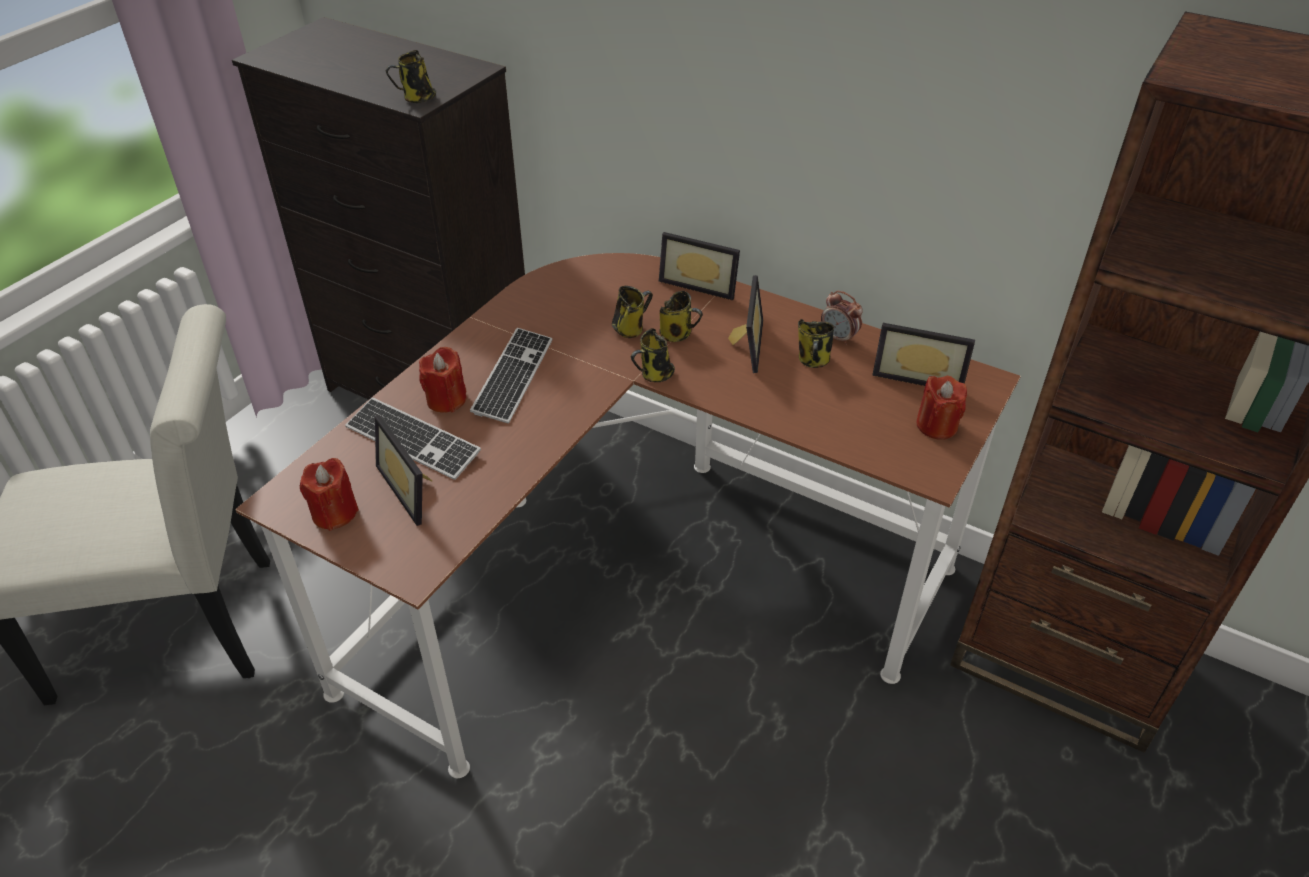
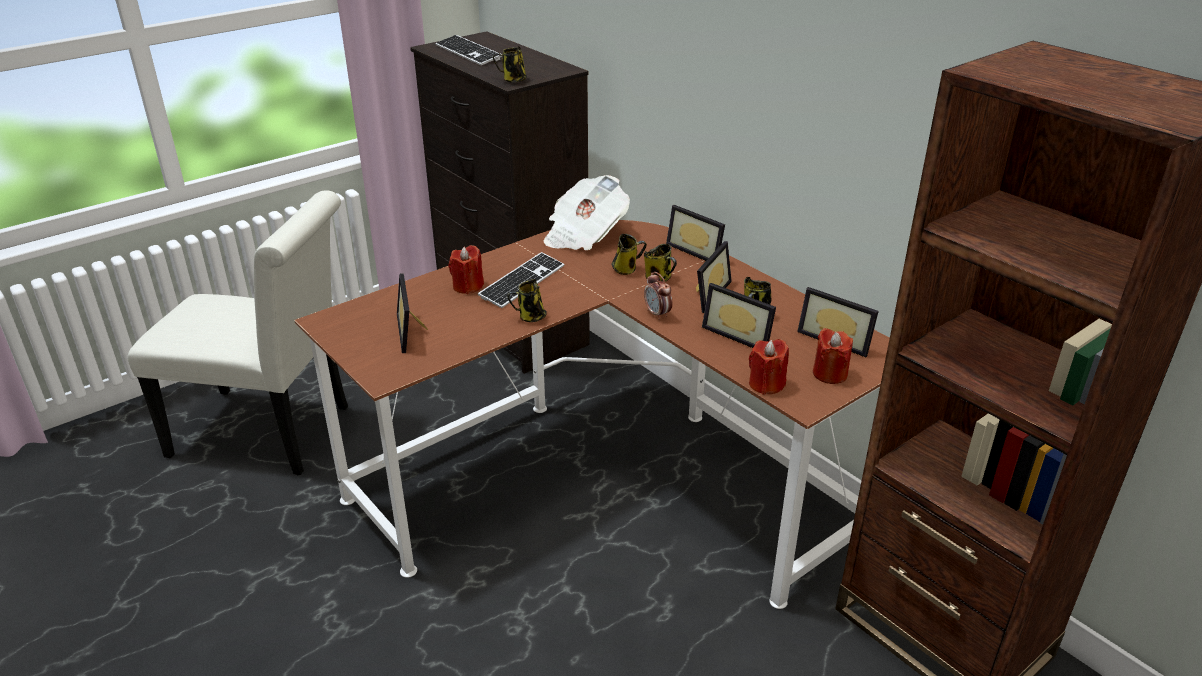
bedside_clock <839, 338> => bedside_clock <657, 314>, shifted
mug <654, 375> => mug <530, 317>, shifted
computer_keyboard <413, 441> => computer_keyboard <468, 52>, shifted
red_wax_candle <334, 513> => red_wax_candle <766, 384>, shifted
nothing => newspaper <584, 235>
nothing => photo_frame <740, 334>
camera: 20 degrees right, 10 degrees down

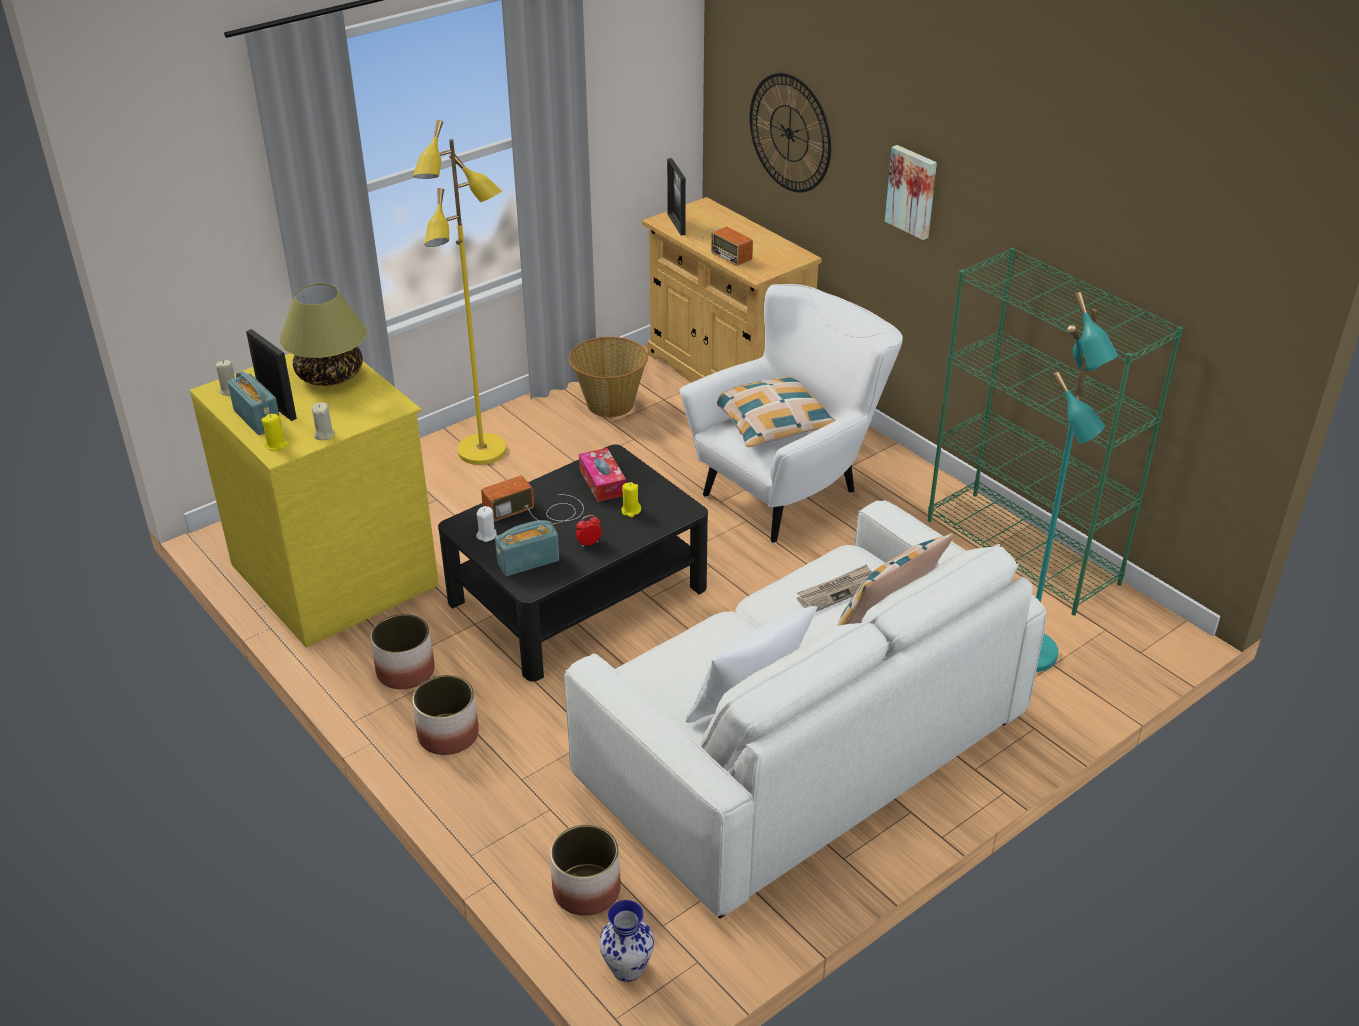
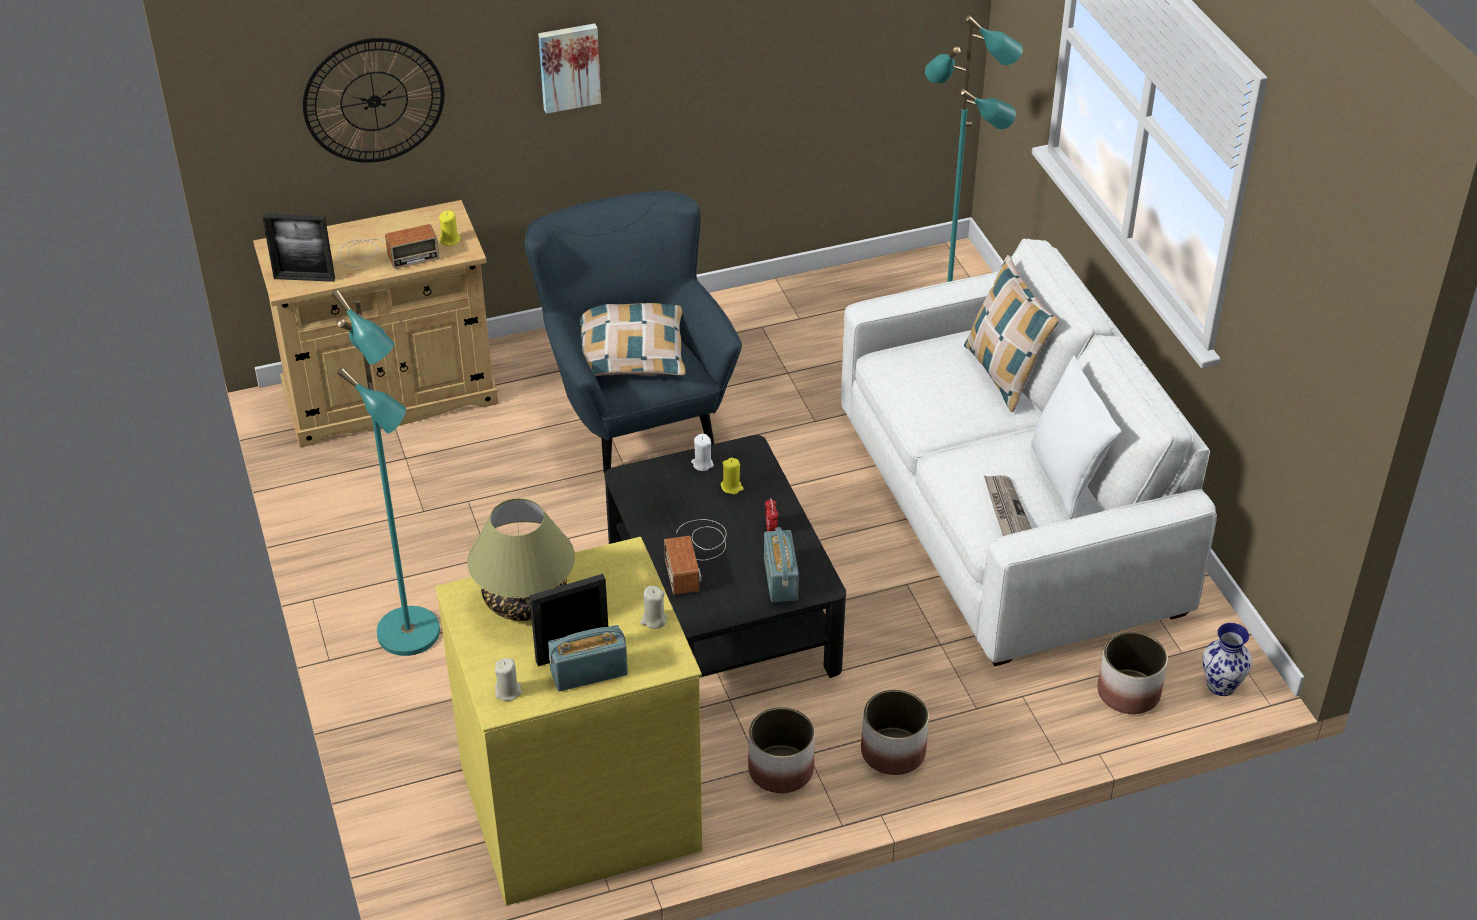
yellowish_standard_lamp <482, 451> => blue-green_standard_lamp <411, 632>
greenish_shelving_unit <1023, 552> => nothing
white-coloured_easy_chair <789, 490> => bluish_easy_chair <634, 411>
household_basket <609, 404> => nothing
yellowish_wax_candle <276, 445> => yellowish_wax_candle <450, 240>, shifted
box_of_tissues <602, 482> => nothing
white-coloured_wax_candle <487, 535> => white-coloured_wax_candle <702, 464>, shifted
newspaper <838, 591> => newspaper <1006, 509>, shifted
camera: 70 degrees left, 5 degrees up

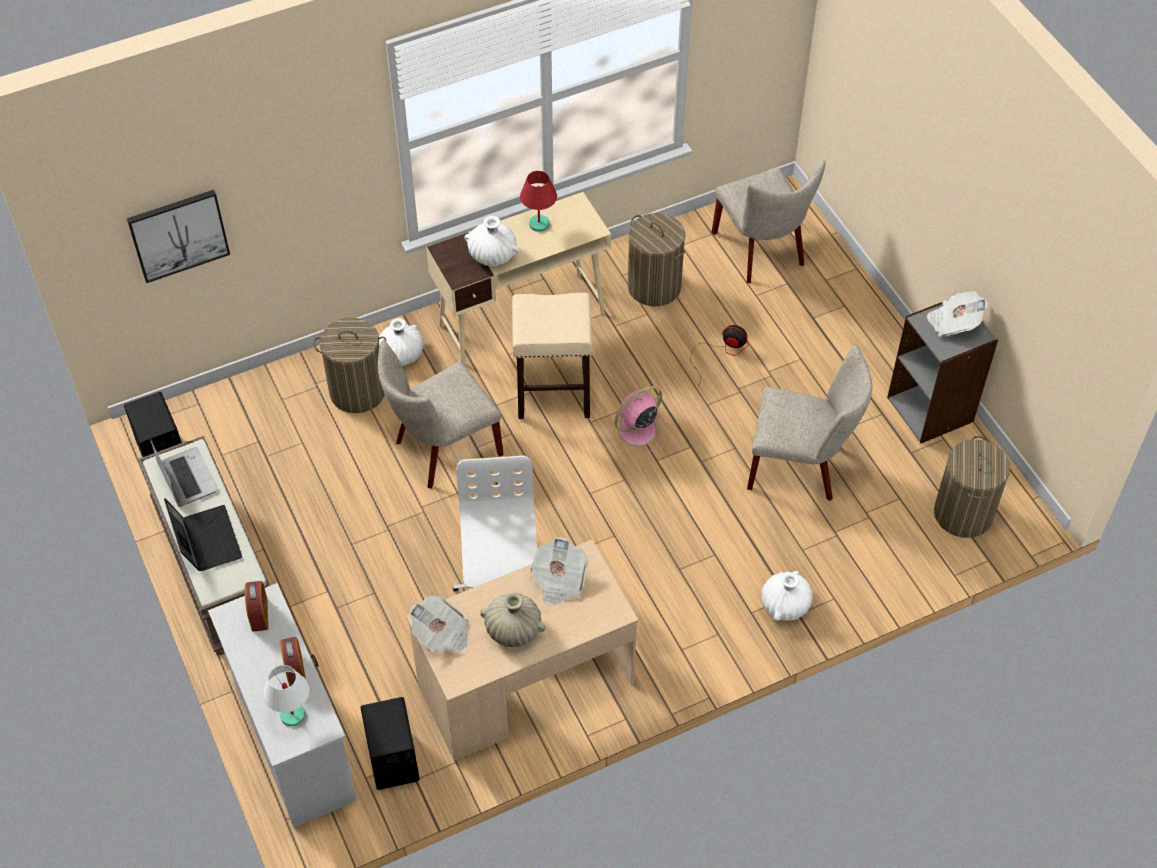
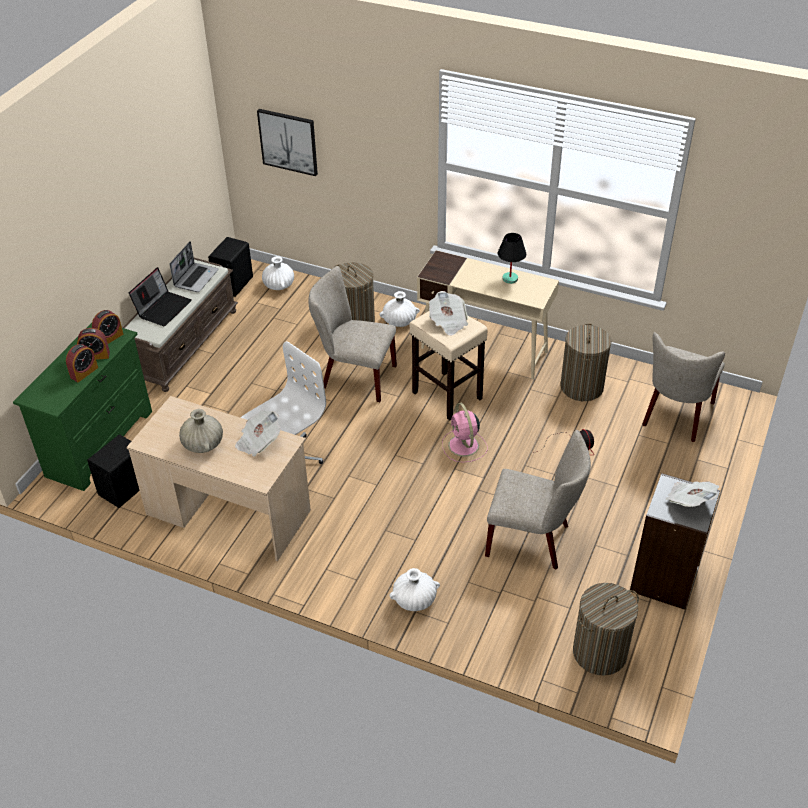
red_table_lamp <539, 224> => black_table_lamp <510, 279>
white-coloured_decorative_vase <492, 255> => white-coloured_decorative_vase <279, 285>, shifted
sand-coloured_chair <801, 466> => sand-coloured_chair <533, 540>, 45 degrees counterclockwise
pinkish_electric_fan <636, 432> => pinkish_electric_fan <464, 446>, 120 degrees counterclockwise
white-coloured_chest_of_drawers <295, 742> => greenish_chest_of_drawers <100, 443>
newspaper <442, 635> => newspaper <448, 322>, shifted
white-coloured_table_lamp <292, 714> => nothing
nothing => bedside_clock <95, 355>
camera: 50 degrees right, 10 degrees down

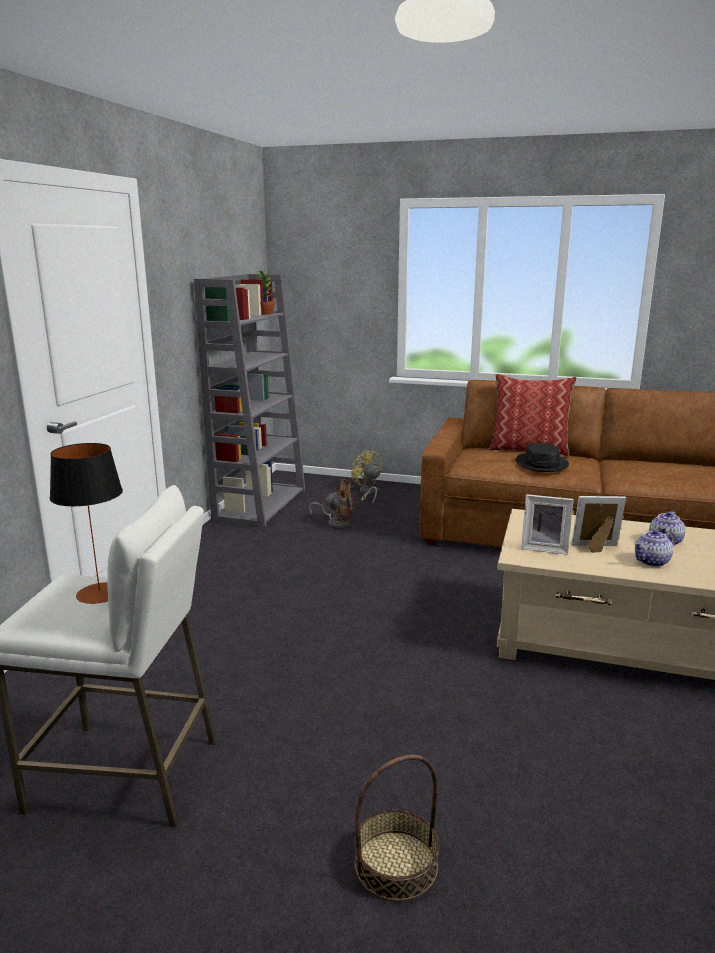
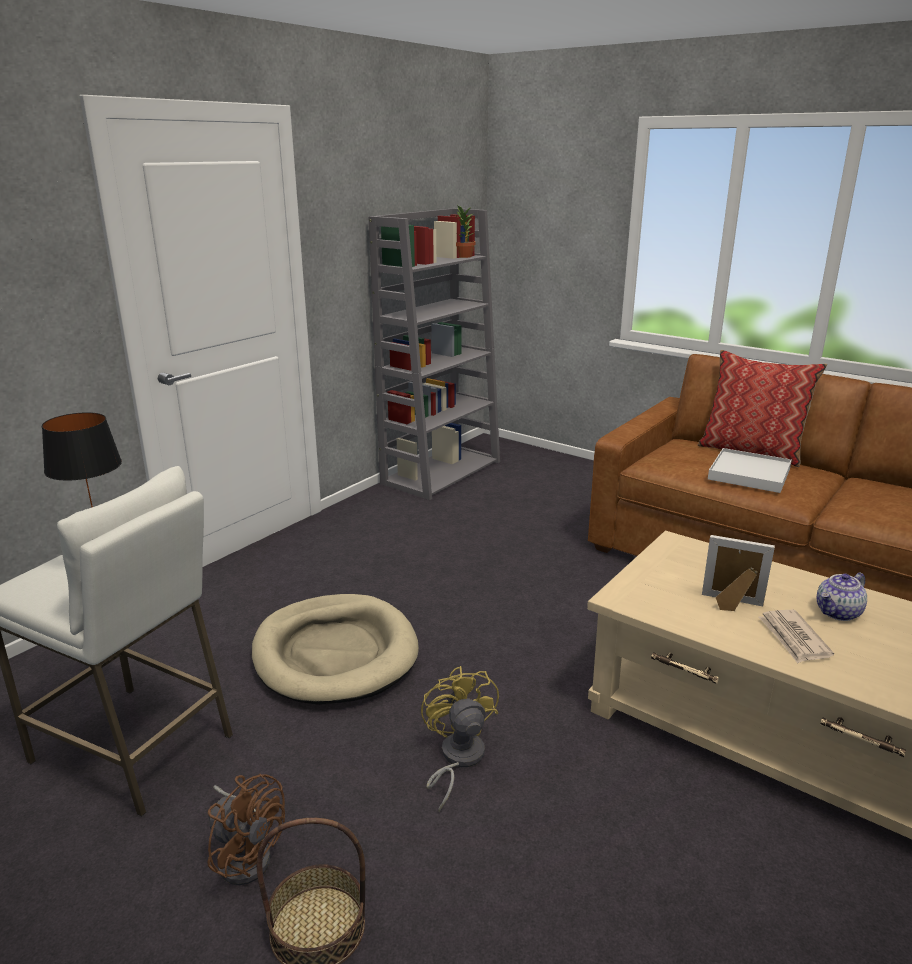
black_hat <542, 463> => white-coloured_carrying_tray <749, 474>
yellowish_electric_fan <368, 493> => yellowish_electric_fan <457, 759>, shifted
brown_electric_fan <336, 523> => brown_electric_fan <246, 854>, shifted
photo_frame <544, 548> => nothing
teapot <652, 562> => newspaper <793, 638>
nothing => sand-coloured_dog_cushion <335, 653>
camera: 20 degrees right, 5 degrees up

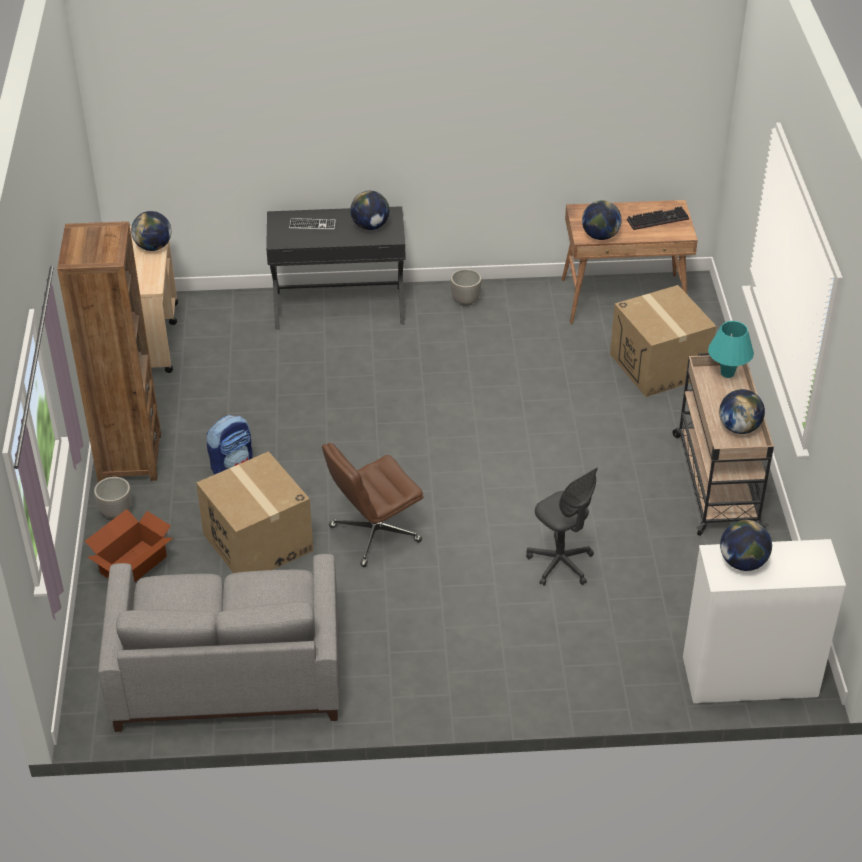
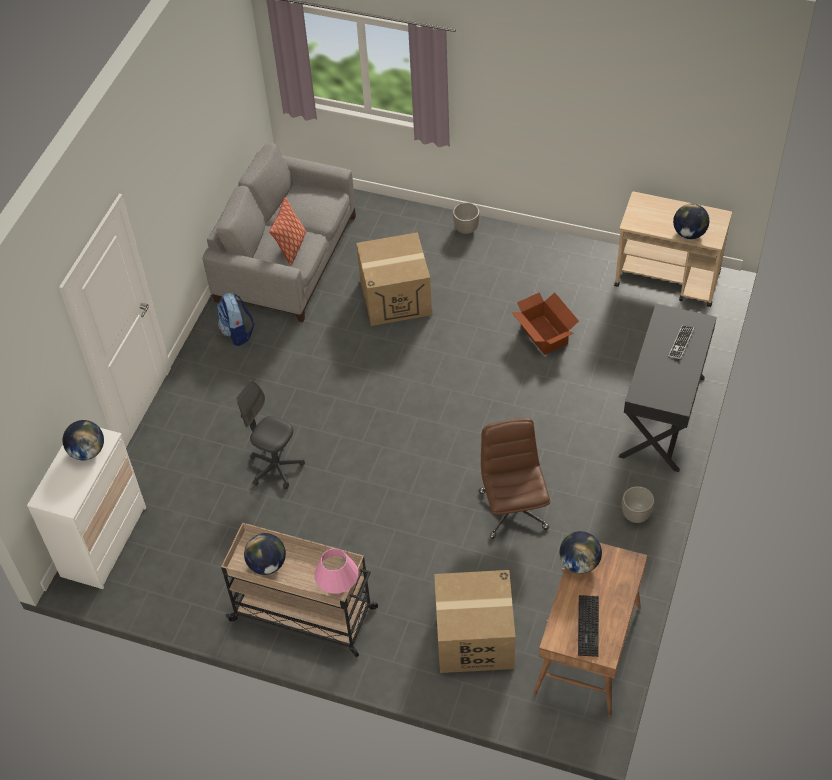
globe <370, 226> => nothing
brown_shelving_unit <129, 458> => nothing
blue-green_table_lamp <727, 373> => pinkish_table_lamp <338, 588>
knapsack <232, 464> => knapsack <238, 333>, shifted
brown_desk_chair <374, 534> => brown_desk_chair <513, 509>, shifted
grey_desk_chair <560, 564> => grey_desk_chair <276, 467>, 45 degrees clockwise
cardboard_box <132, 565> => cardboard_box <544, 334>, shifted
nothing => throw_pillow <291, 247>
camera: 115 degrees right, 10 degrees up

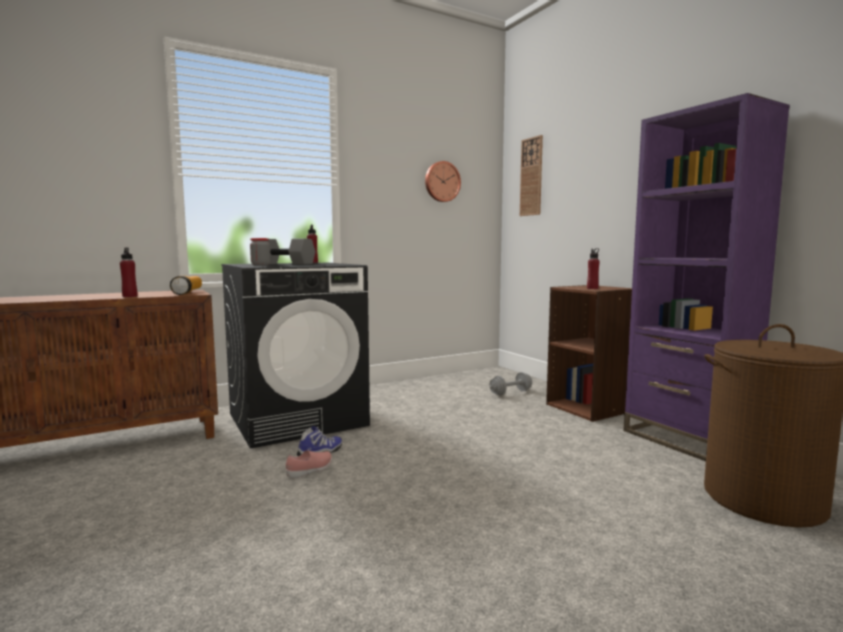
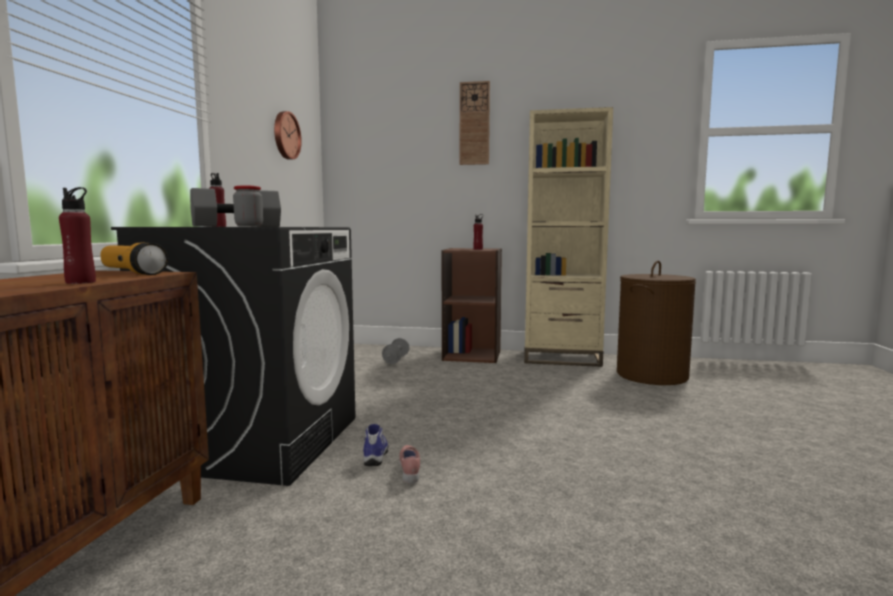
purple_shelving_unit <686, 440> => sand-coloured_shelving_unit <562, 358>
clock_on_the_wall <531, 177> => clock_on_the_wall <474, 123>, shifted
camera: 50 degrees left, 0 degrees up

